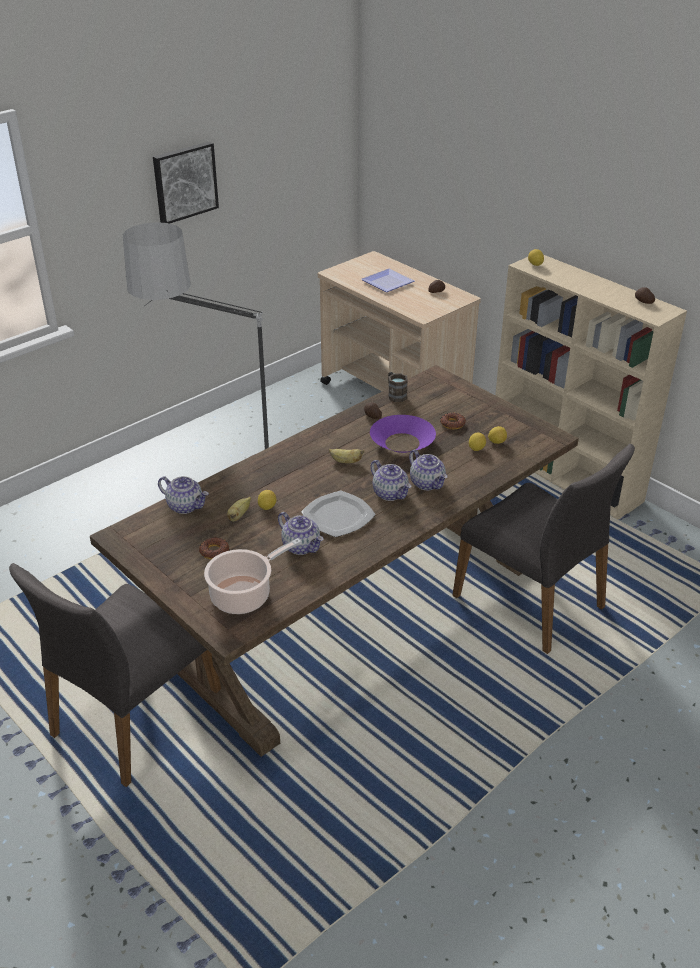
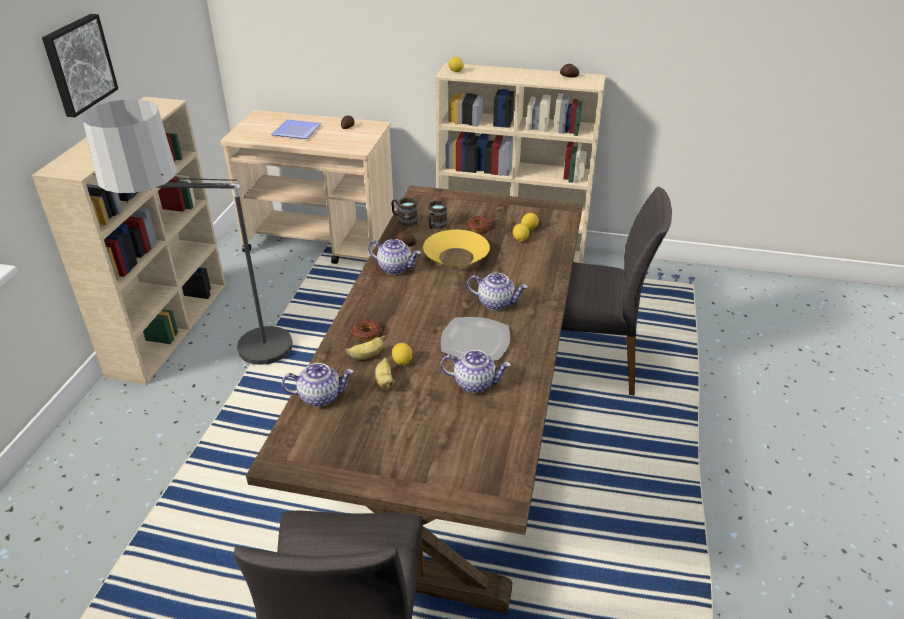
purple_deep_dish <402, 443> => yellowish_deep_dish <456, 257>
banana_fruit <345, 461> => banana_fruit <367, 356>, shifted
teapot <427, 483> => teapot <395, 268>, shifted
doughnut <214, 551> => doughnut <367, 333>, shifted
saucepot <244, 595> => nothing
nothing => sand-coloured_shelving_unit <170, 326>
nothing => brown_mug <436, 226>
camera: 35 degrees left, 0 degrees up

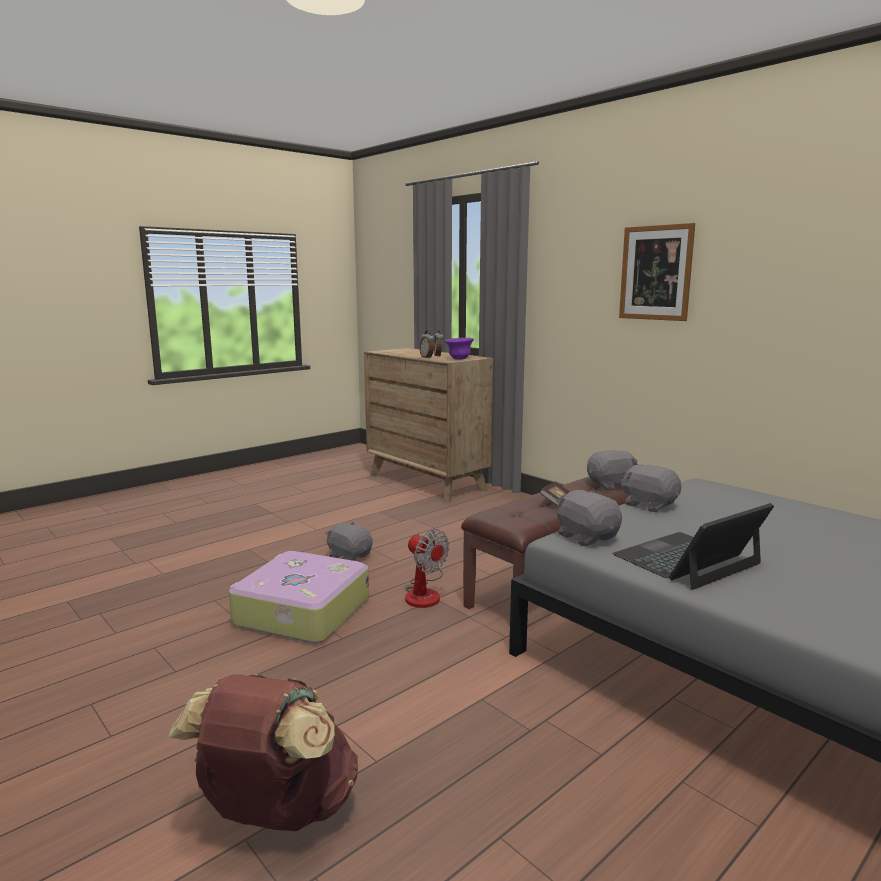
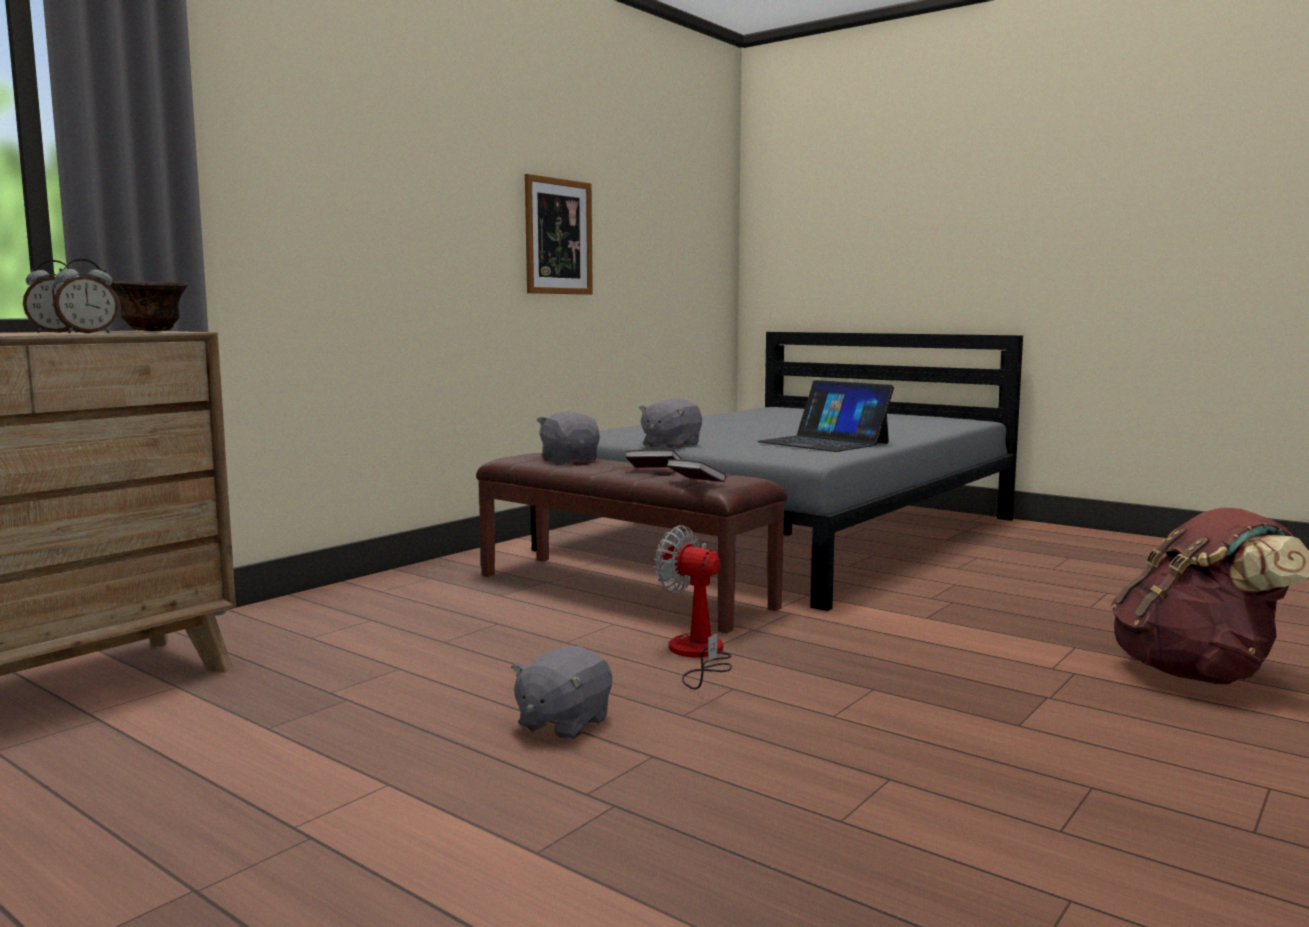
wall_picture <656, 273> => wall_picture <558, 237>, shifted
purple_deep_dish <459, 359> => brown_deep_dish <152, 331>
grey_cuddly_toy <586, 537> => nothing
electric_fan <424, 593> => electric_fan <697, 655>, 90 degrees counterclockwise
suitcase <300, 612> => nothing
nothing => book <695, 483>
camera: 100 degrees left, 5 degrees down

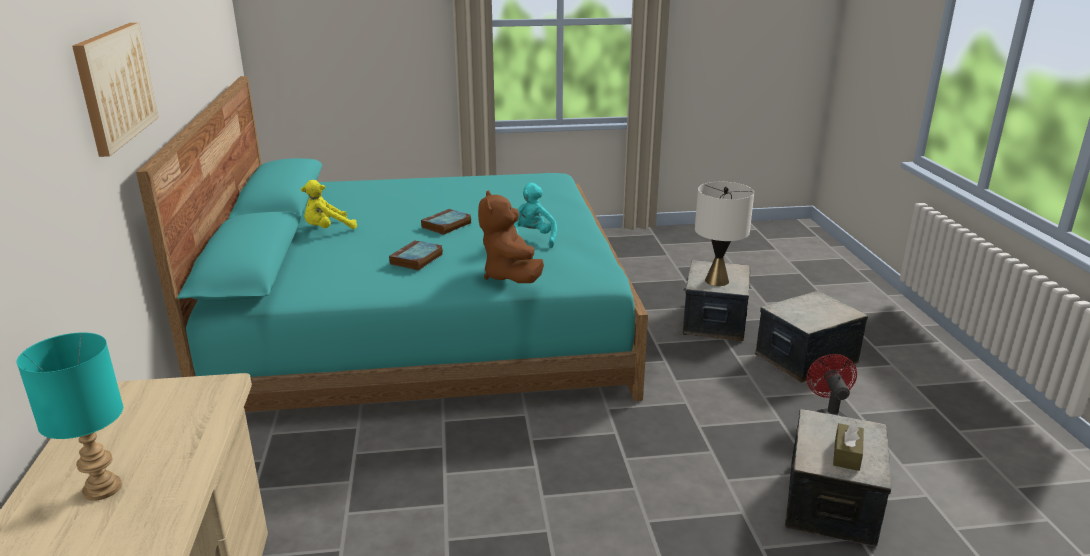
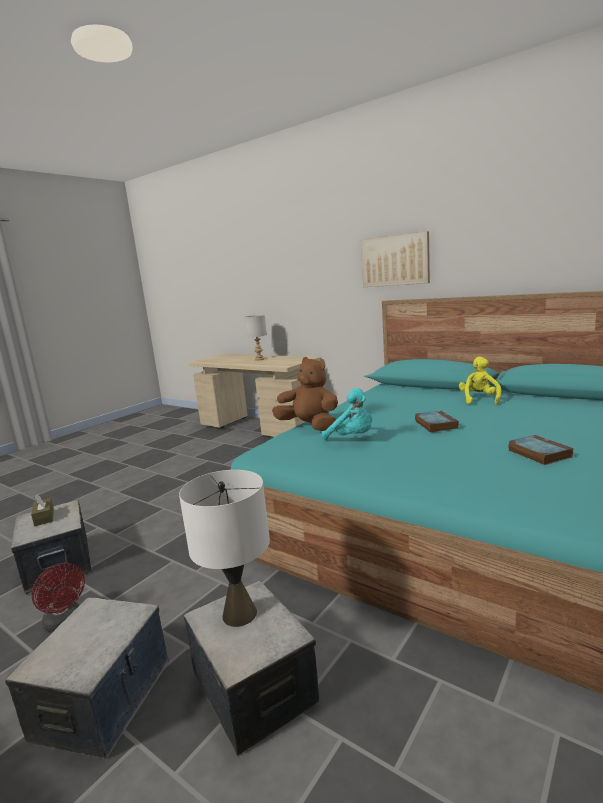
book <416, 259> => book <537, 453>, shifted
blue-green_table_lamp <101, 490> => grey_table_lamp <259, 359>
camera: 135 degrees right, 10 degrees down

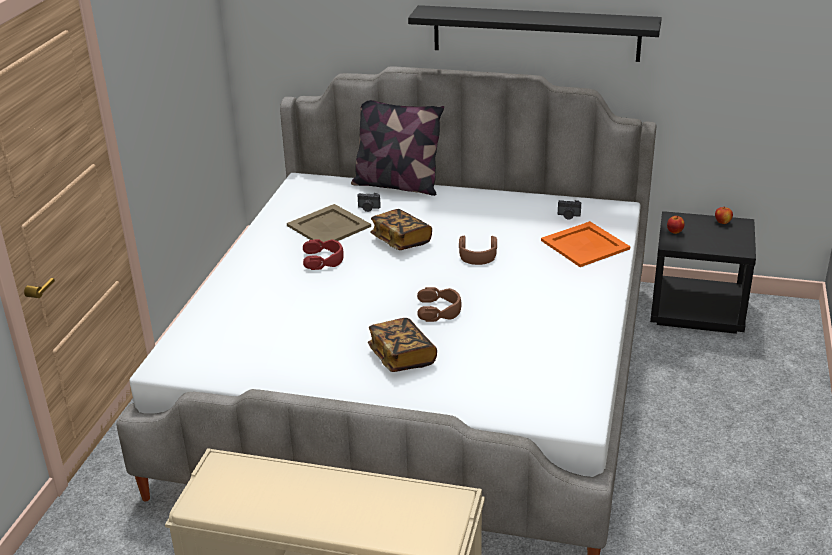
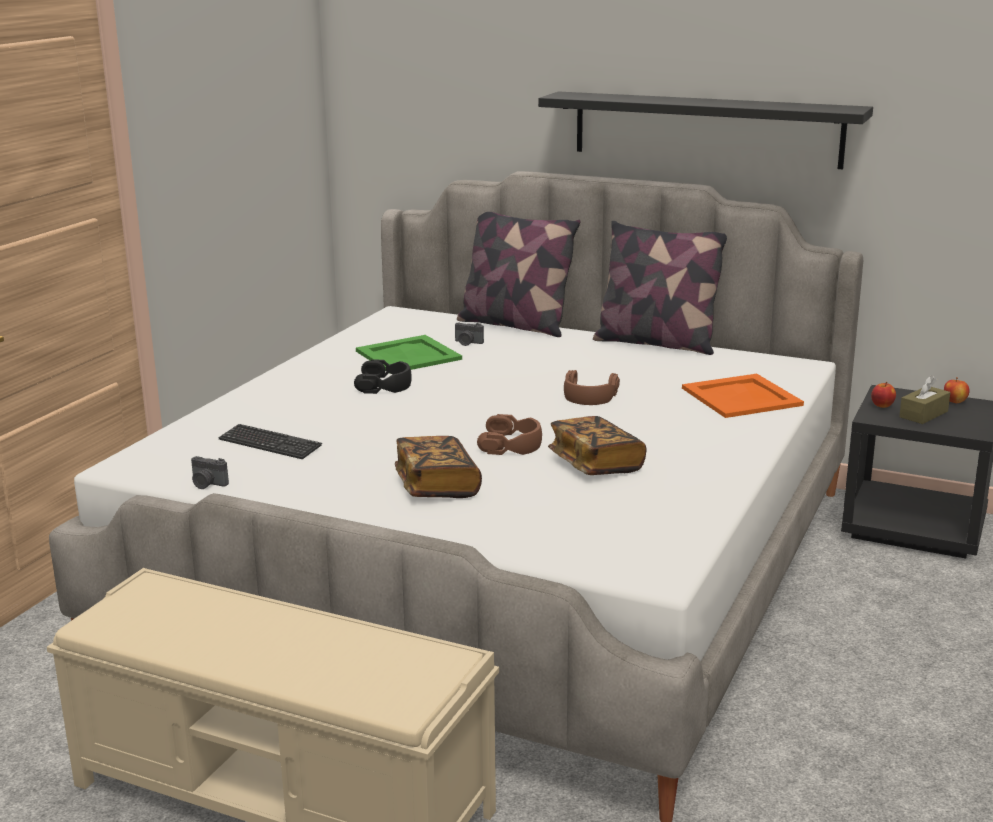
photo_camera <568, 216> => photo_camera <207, 484>, shifted
sand-coloured_carrying_tray <329, 226> => greenish_carrying_tray <409, 355>
book <401, 240> => book <595, 464>, shifted
red_pair_of_headphones <323, 259> => black_pair_of_headphones <384, 385>
nothing => throw_pillow <656, 343>
nothing => brown_box_of_tissues <923, 414>
nothing => computer_keyboard <270, 444>
camera: 10 degrees right, 10 degrees down

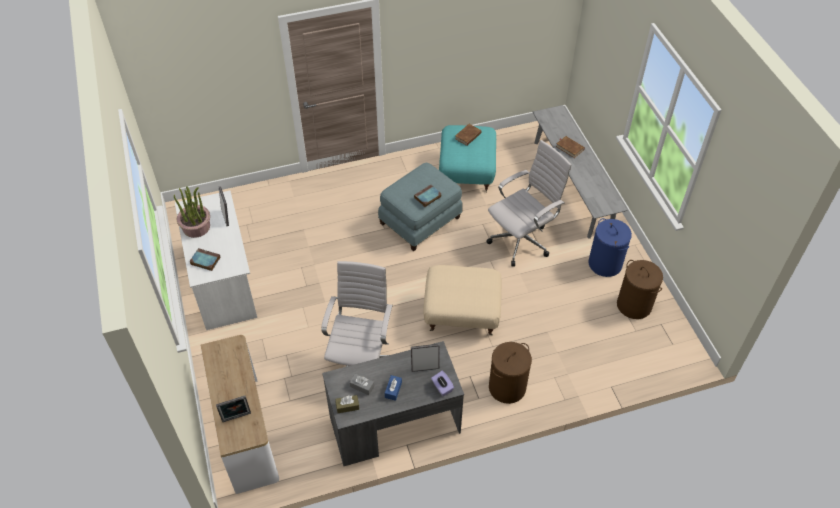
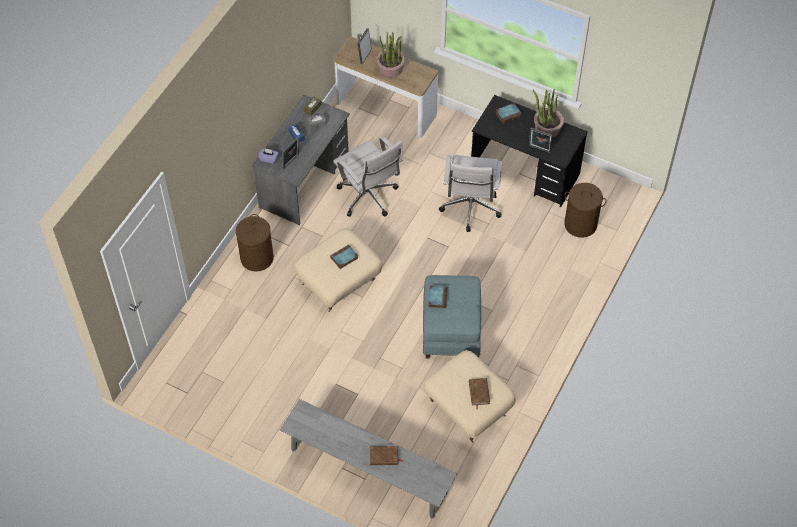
blue-green_pouffe <466, 172> => sand-coloured_pouffe <469, 407>
white-coloured_desk_chair <522, 240> => white-coloured_desk_chair <470, 209>, shifted
white-coloured_desk_table <223, 282> => black_desk_table <525, 172>
bluish_laundry_basket <605, 264> => nothing
brown_laundry_basket <634, 305> => brown_laundry_basket <580, 224>, shifted
nothing => potted_plant <390, 68>
nothing => book <344, 258>
camera: 135 degrees right, 5 degrees up

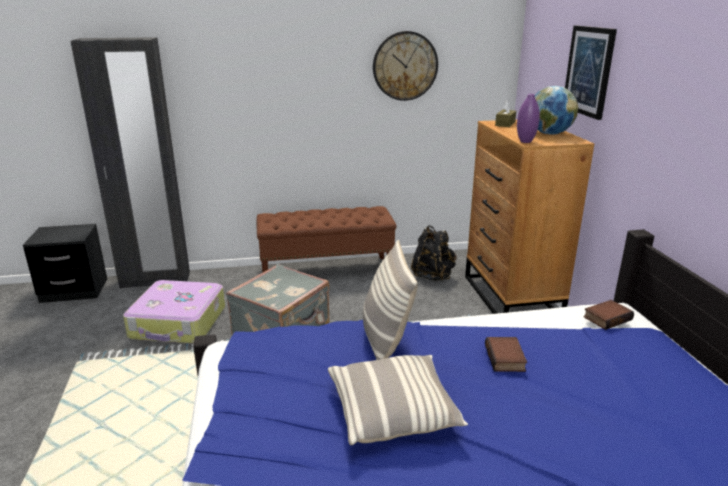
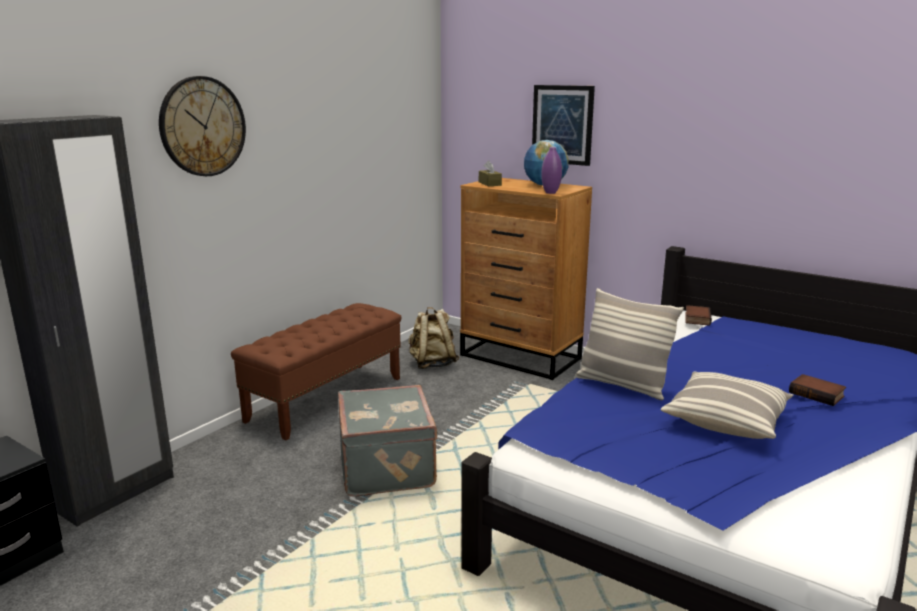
clock_on_the_wall <405, 66> => clock_on_the_wall <202, 126>, shifted
black_knapsack <433, 276> => sand-coloured_knapsack <432, 364>
suitcase <179, 323> => nothing
book <506, 358> => book <817, 394>, shifted
camera: 45 degrees left, 5 degrees down

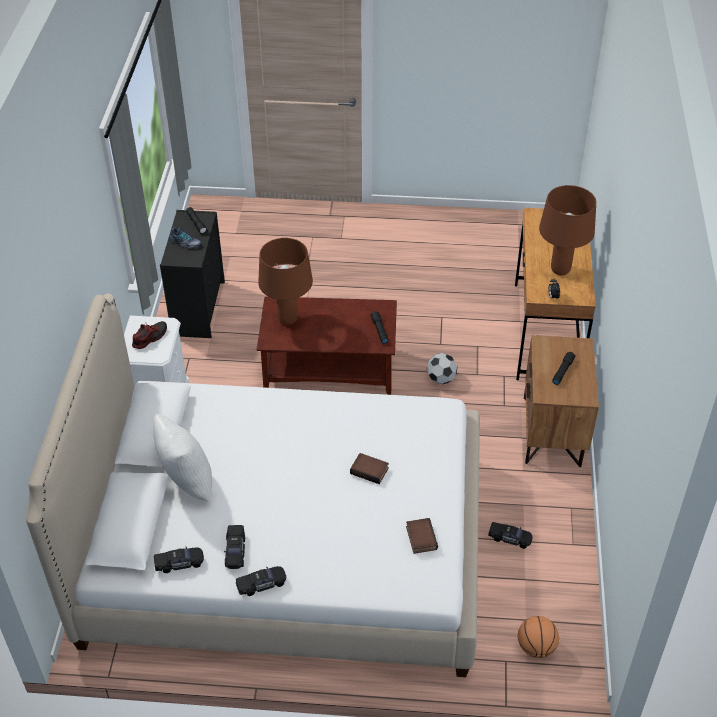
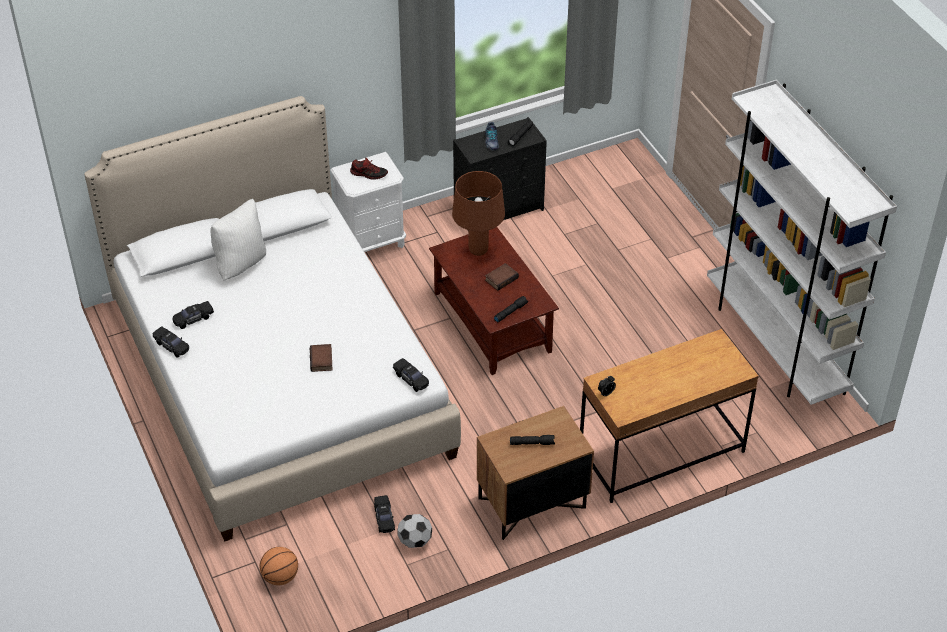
brown_table_lamp <560, 270> => nothing
ball_for_football <441, 379> => ball_for_football <415, 541>, shifted
book <420, 537> => book <501, 278>, shifted
black_model_car <179, 563> => black_model_car <411, 379>, shifted
nothing => white-coloured_shelving_unit <775, 344>
camera: 60 degrees right, 0 degrees up

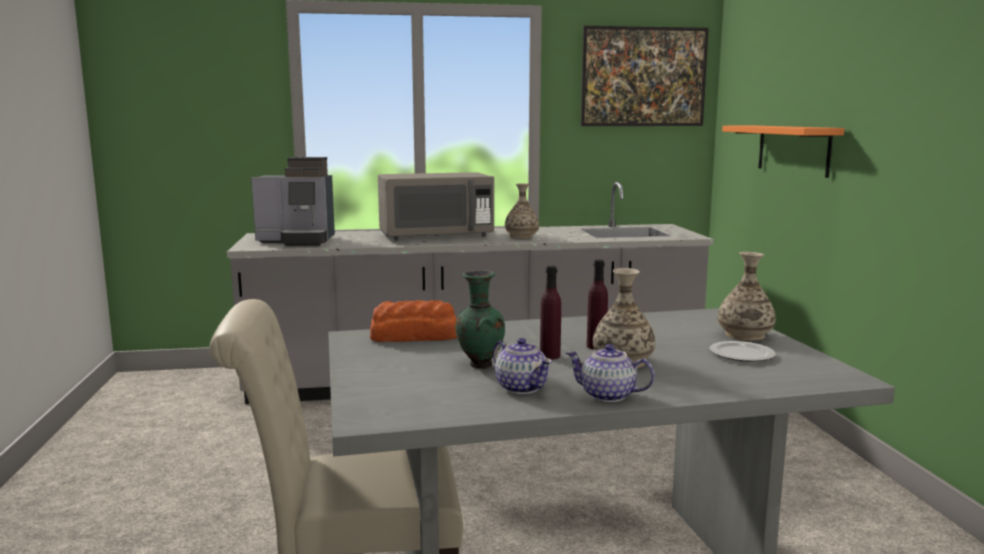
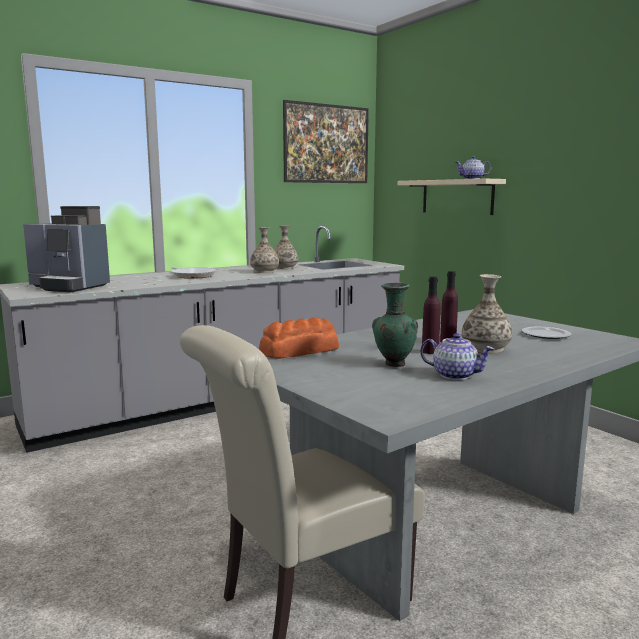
orange-coloured_shelf <793, 149> => sand-coloured_shelf <457, 197>
coffee_machine <298, 241> => coffee_machine <69, 287>, 45 degrees clockwise
grey_kitchen_microwave <436, 236> => pan <193, 275>
decorative_vase <745, 335> => decorative_vase <284, 268>, shifted
teapot <608, 395> => teapot <472, 179>, shifted
camera: 25 degrees left, 0 degrees up

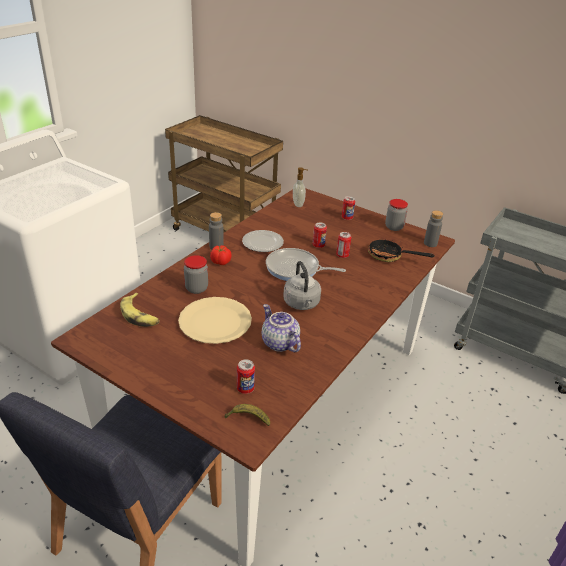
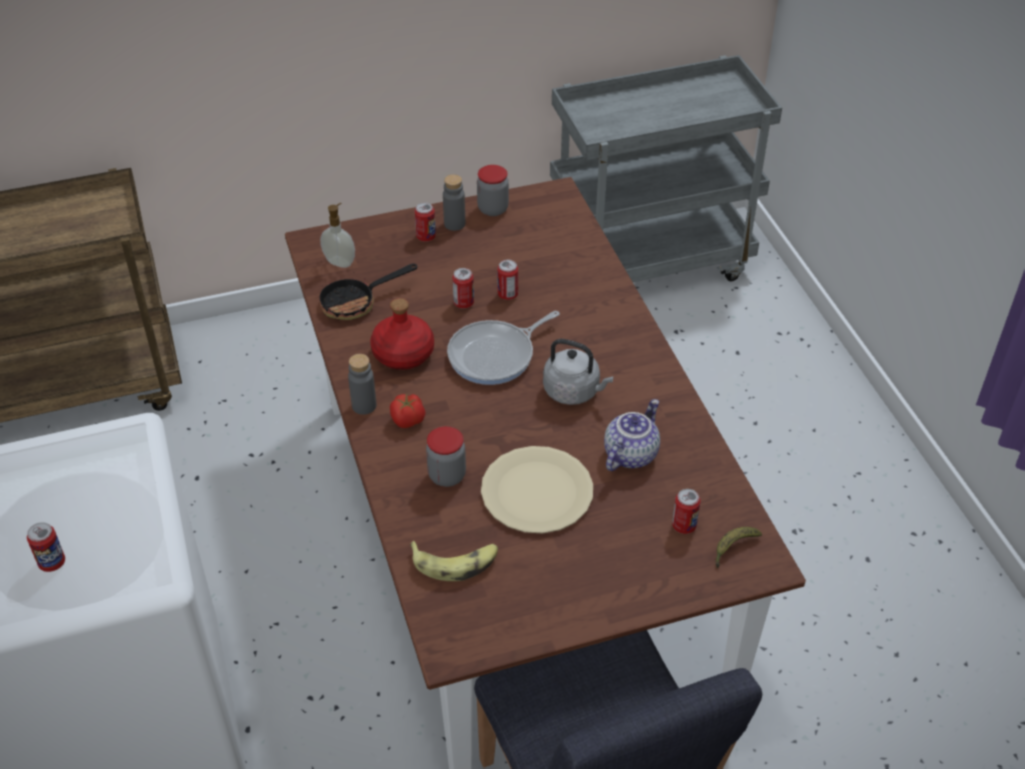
grey_drink_bottle <430, 243> => grey_drink_bottle <454, 224>, shifted
plate <263, 243> => red_drink_bottle <404, 353>
pan <390, 256> => pan <356, 302>, shifted
teapot <279, 343> => teapot <629, 454>, 120 degrees clockwise
nothing => metal_can <52, 563>
camera: 50 degrees left, 10 degrees up

